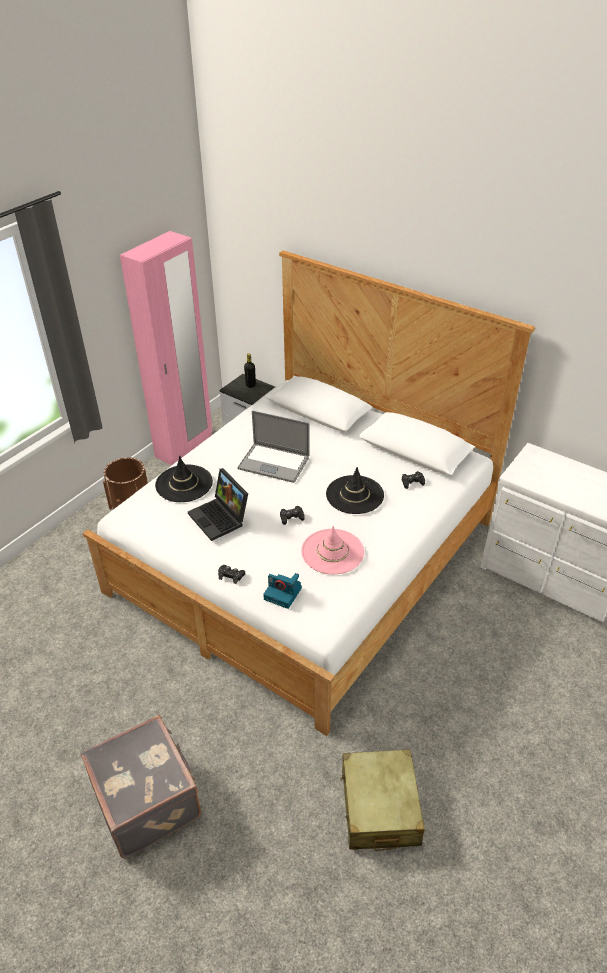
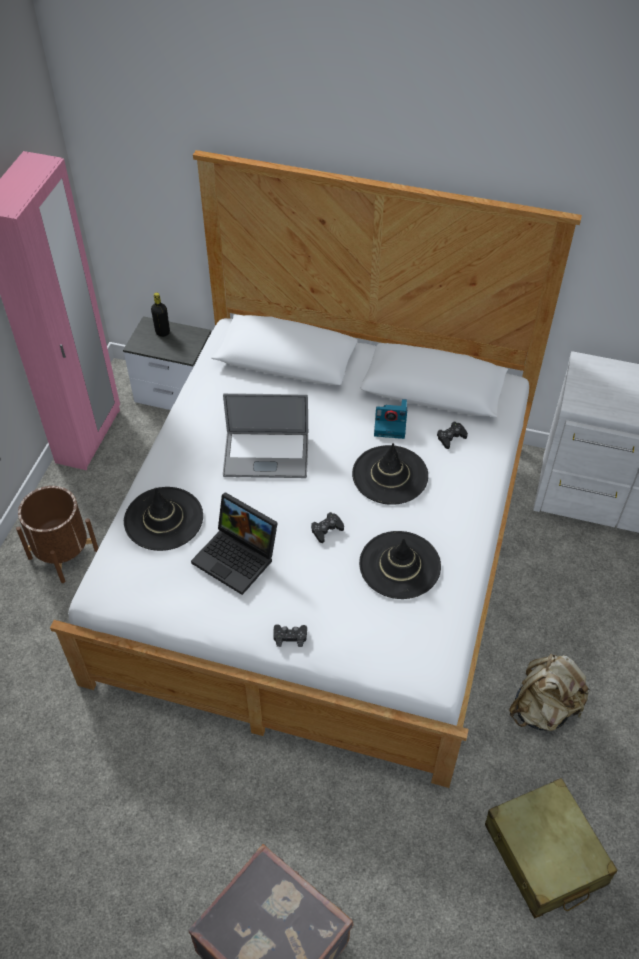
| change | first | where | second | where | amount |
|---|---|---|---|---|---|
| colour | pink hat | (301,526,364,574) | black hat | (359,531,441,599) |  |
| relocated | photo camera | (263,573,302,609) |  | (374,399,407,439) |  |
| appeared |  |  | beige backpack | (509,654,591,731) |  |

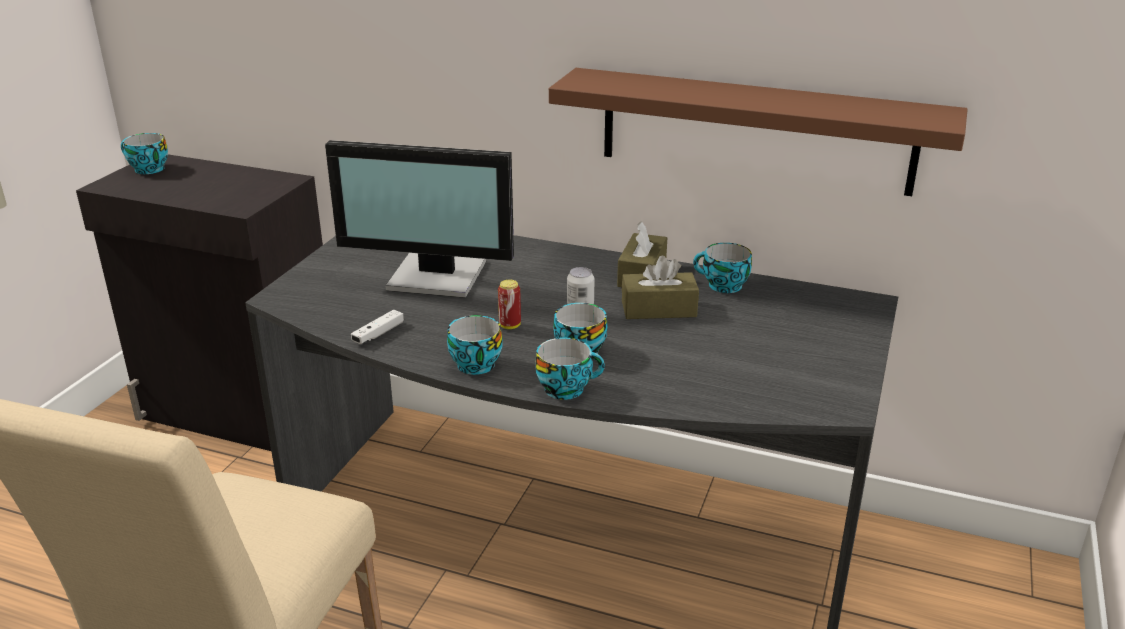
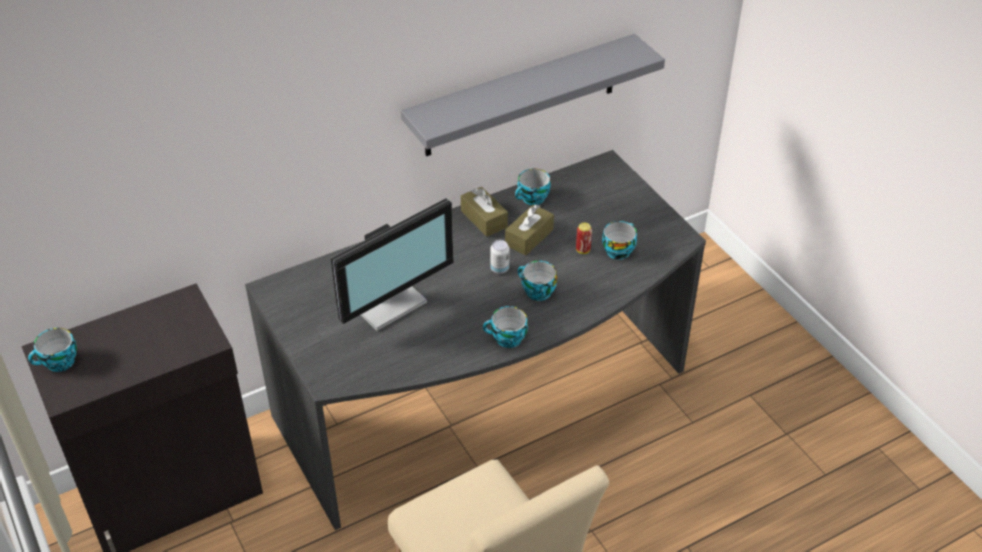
| change | first | where | second | where | amount |
|---|---|---|---|---|---|
| colour | brown shelf | (549,68,968,196) | grey shelf | (401,34,665,156) |  |
| relocated | can | (498,279,521,329) |  | (576,223,592,254) |  |
| missing | white game controller | (351,309,404,344) |  |  |  |
| relocated | cup | (535,338,605,400) |  | (602,221,637,260) |  |

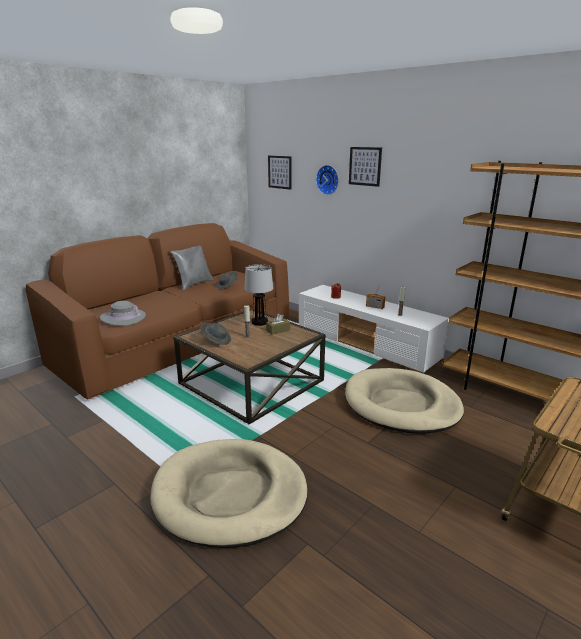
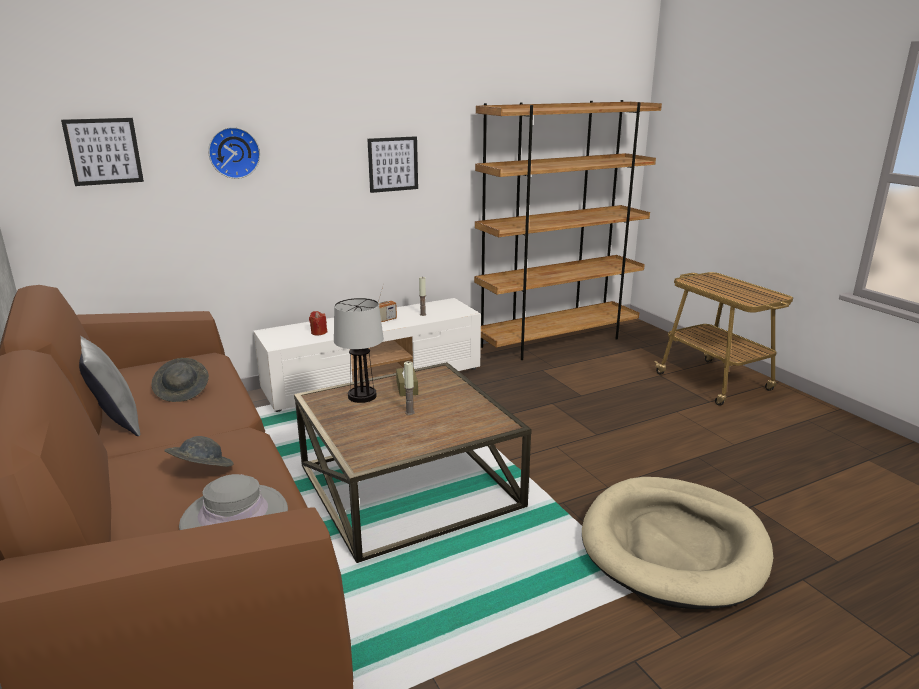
| change | first | where | second | where | amount |
|---|---|---|---|---|---|
| relocated | picture | (349,147,382,187) |  | (367,136,418,193) |  |
| relocated | grey hat | (200,323,231,345) |  | (165,436,234,467) |  |
| missing | beige dog bed | (345,368,464,434) |  |  |  |

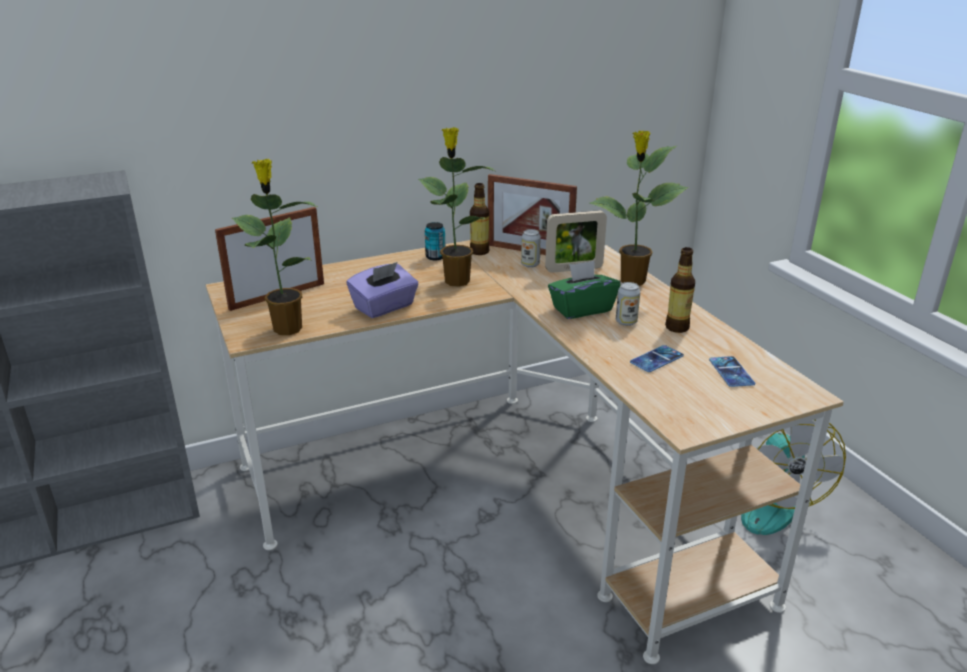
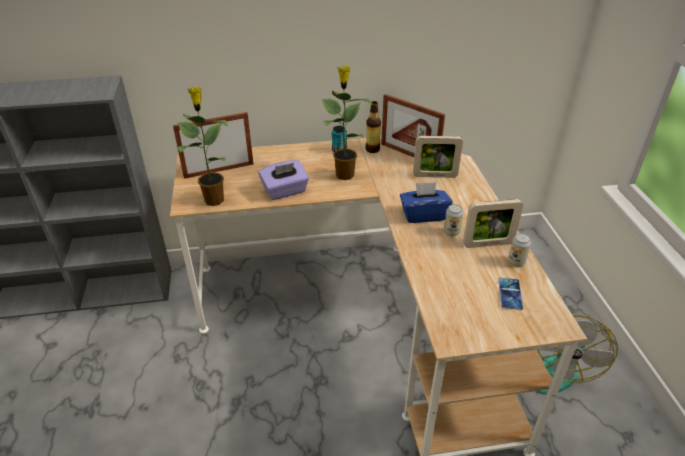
| change | first | where | second | where | amount |
|---|---|---|---|---|---|
| missing | potted plant | (589,130,688,286) |  |  |  |
| relocated | can | (521,229,541,268) |  | (508,233,531,267) |  |
| exchanged | bottle | (665,247,695,333) | picture frame | (463,199,523,248) |  |
| colour | green tissue box | (548,261,620,319) | blue tissue box | (400,182,453,223) |  |
| missing | phone | (630,345,684,372) |  |  |  |

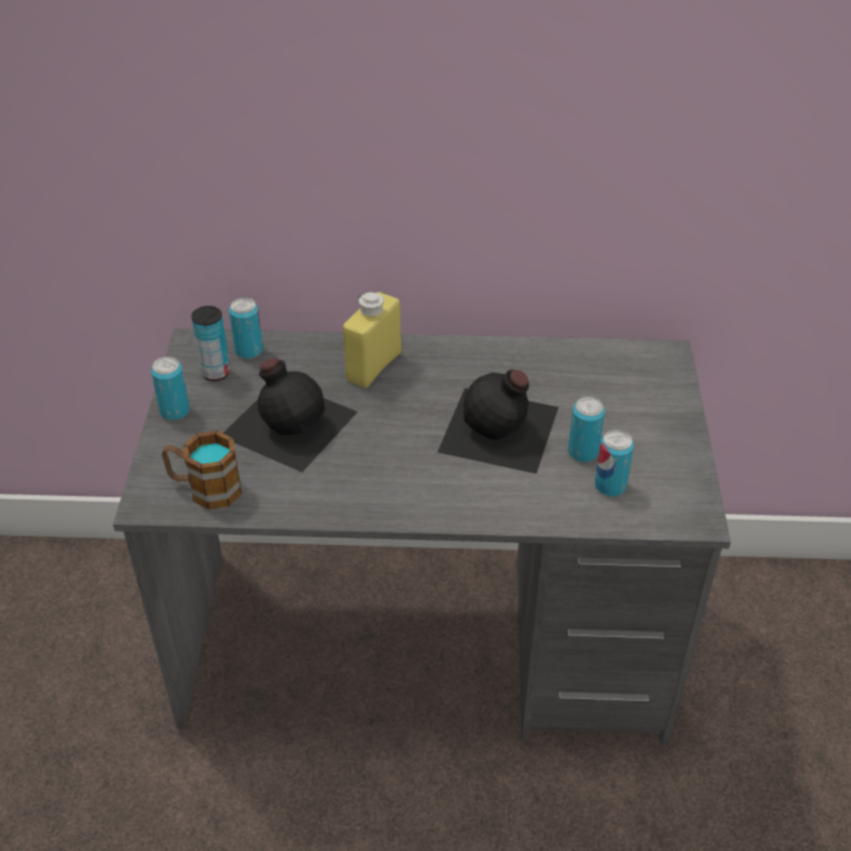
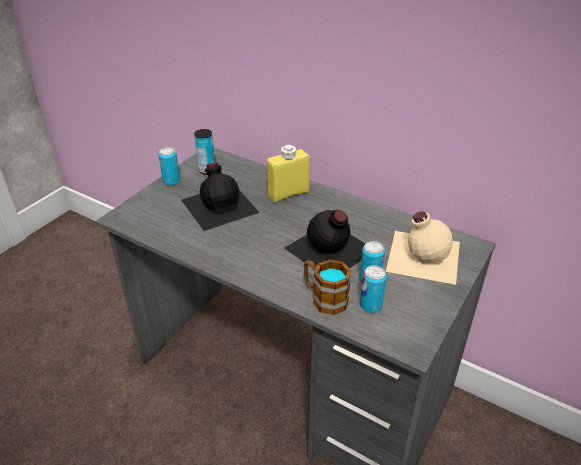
| change | first | where | second | where | amount |
|---|---|---|---|---|---|
| missing | can | (229,298,263,359) |  |  |  |
| relocated | mug | (162,431,242,510) |  | (304,259,351,315) |  |
| appeared |  |  | beige bottle | (386,211,460,285) |  |

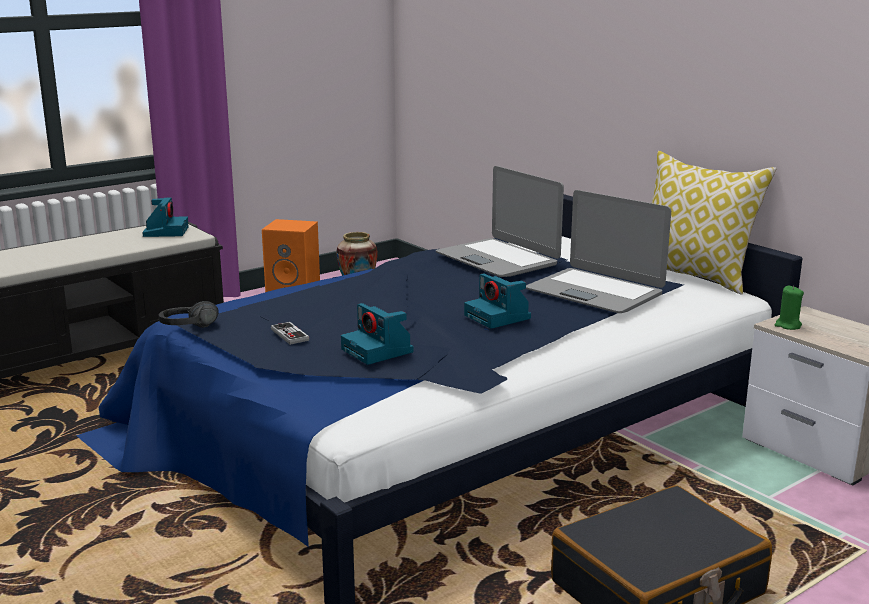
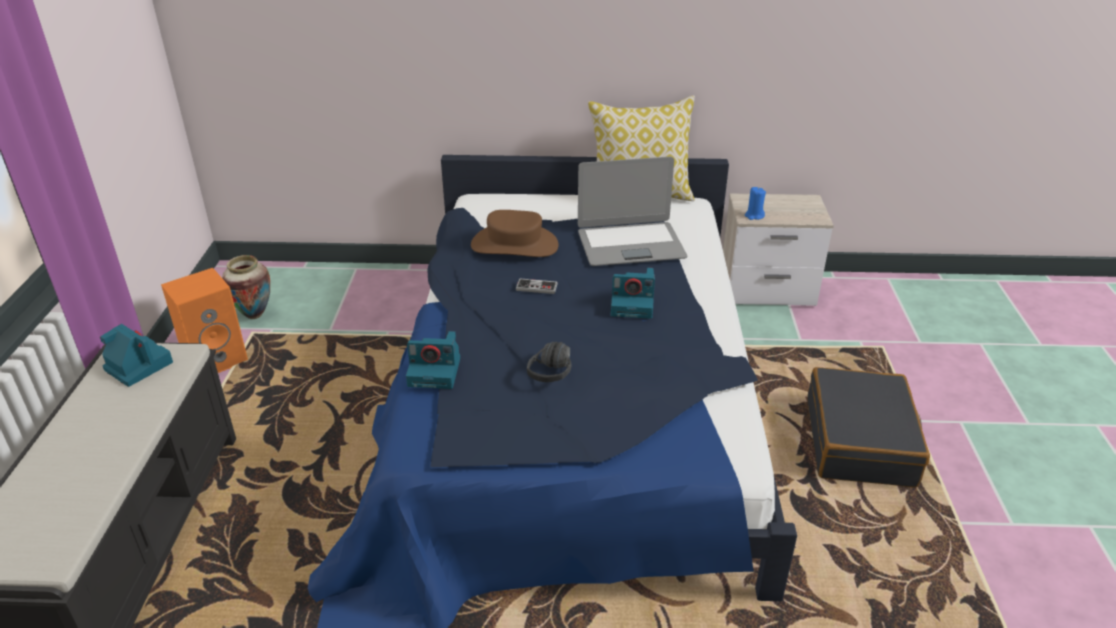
| change | first | where | second | where | amount |
|---|---|---|---|---|---|
| exchanged | laptop | (436,166,564,277) | brown hat | (471,210,559,257) |  |
| colour | green candle | (775,286,804,330) | blue candle | (745,187,766,220) |  |
| relocated | black headphones | (159,301,219,328) |  | (527,342,572,382) |  |
| relocated | photo camera | (341,303,414,365) |  | (406,331,460,389) |  |
| relocated | game controller | (271,322,309,345) |  | (516,278,558,294) |  |

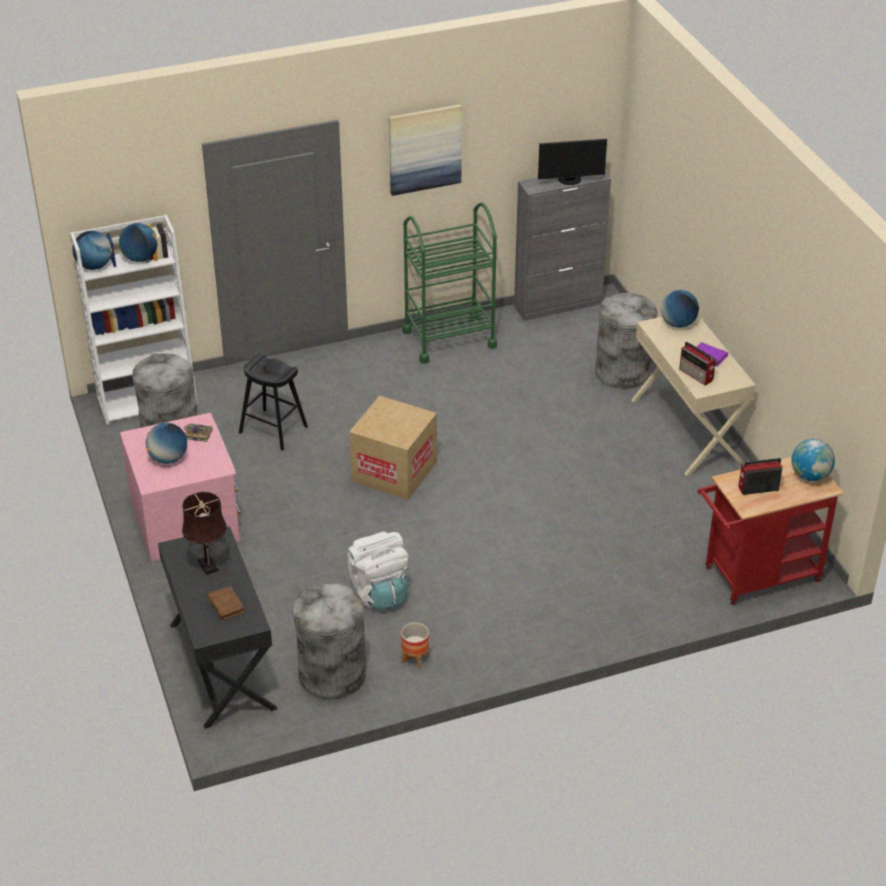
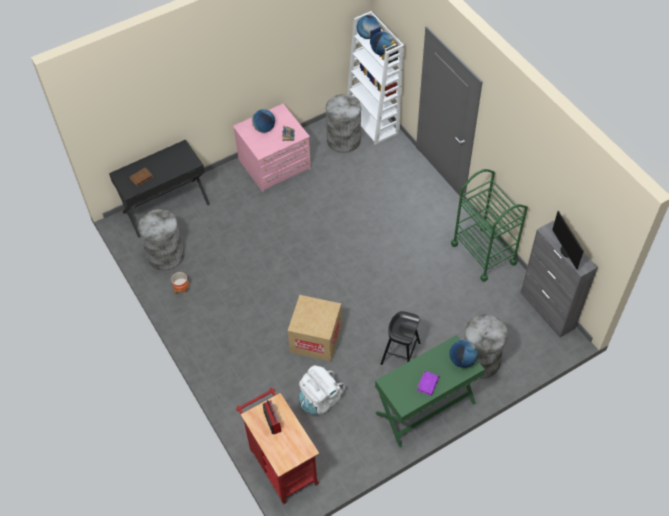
| change | first | where | second | where | amount |
|---|---|---|---|---|---|
| missing | picture | (389,104,462,196) |  |  |  |
| colour | beige desk | (631,315,756,476) | green desk | (375,335,485,448) |  |
| missing | radio | (679,342,716,386) |  |  |  |
| relocated | black stool | (239,354,308,450) |  | (381,311,420,365) |  |
| relocated | cardboard box | (349,396,437,500) |  | (288,295,342,362) |  |
| missing | globe | (792,439,835,481) |  |  |  |
| missing | brown table lamp | (182,492,227,575) |  |  |  |
| relocated | white backpack | (347,531,408,610) |  | (299,365,346,415) |  |

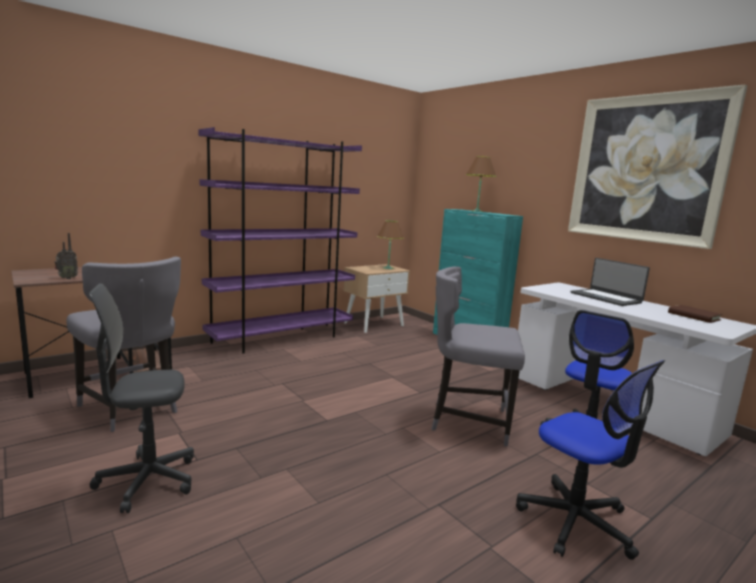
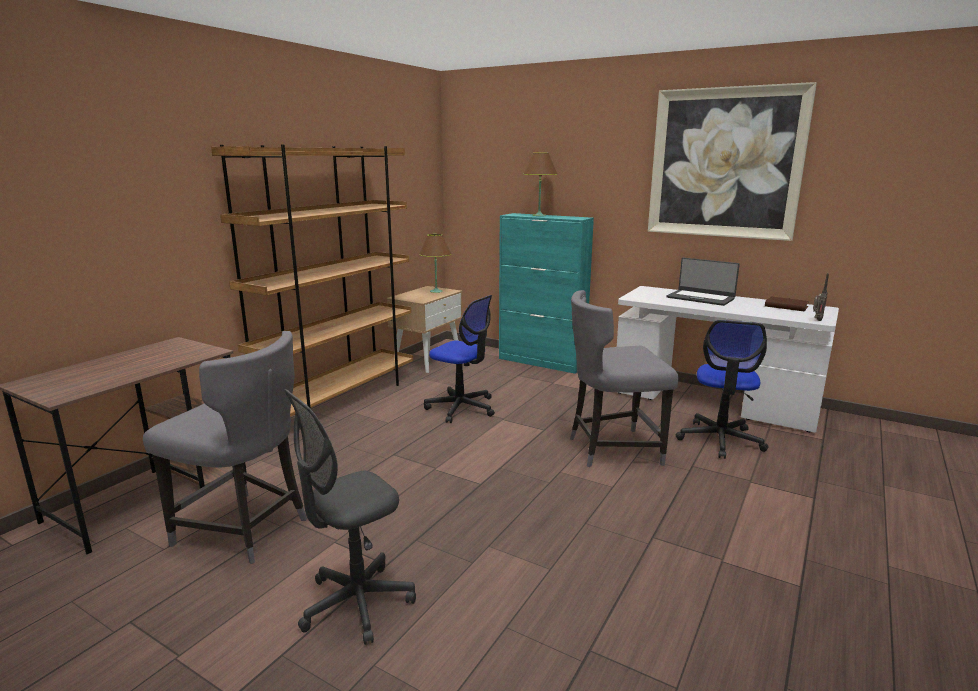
| change | first | where | second | where | amount |
|---|---|---|---|---|---|
| colour | purple bookcase | (199,127,362,353) | brown bookcase | (211,145,413,417) |  |
| relocated | radio | (54,233,78,279) |  | (813,273,829,321) |  |
| relocated | office chair | (516,360,666,560) |  | (424,295,495,423) |  |

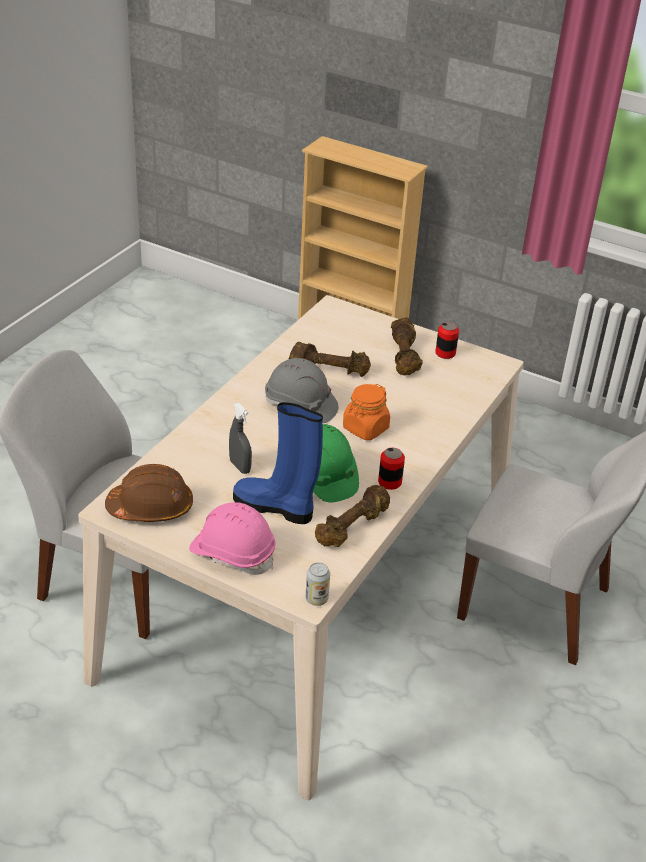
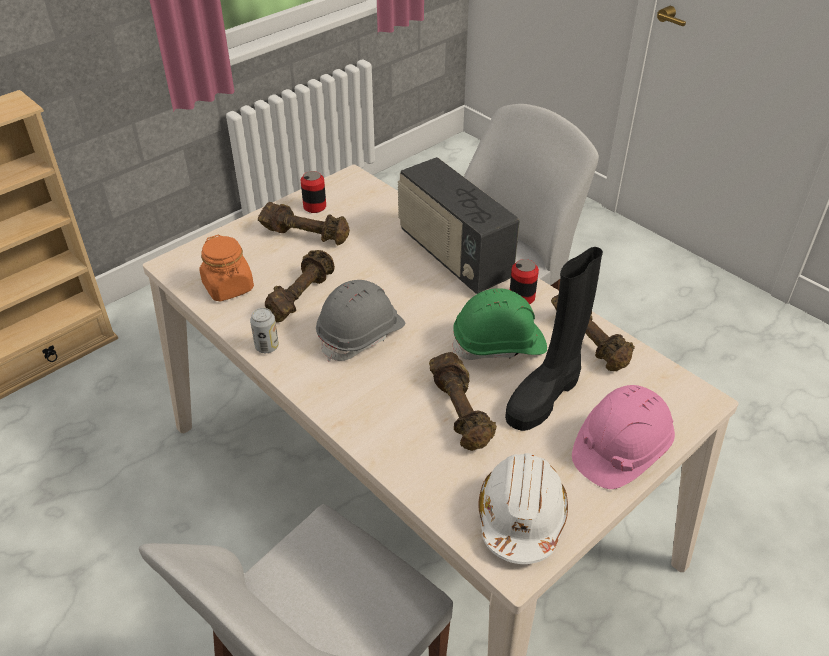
| change | first | where | second | where | amount |
|---|---|---|---|---|---|
| relocated | orange jar | (343,384,390,440) |  | (199,234,254,302) |  |
| colour | blue boot | (233,402,323,524) | black boot | (505,247,603,431) |  |
| exchanged | grey spray bottle | (229,403,252,474) | brown dumbbell | (429,352,497,451) |  |
| colour | brown hard hat | (105,464,193,522) | white hard hat | (478,453,568,564) |  |
| relocated | can | (306,562,330,606) |  | (250,308,279,353) |  |
| appeared |  |  | radio | (398,157,520,294) |  |

